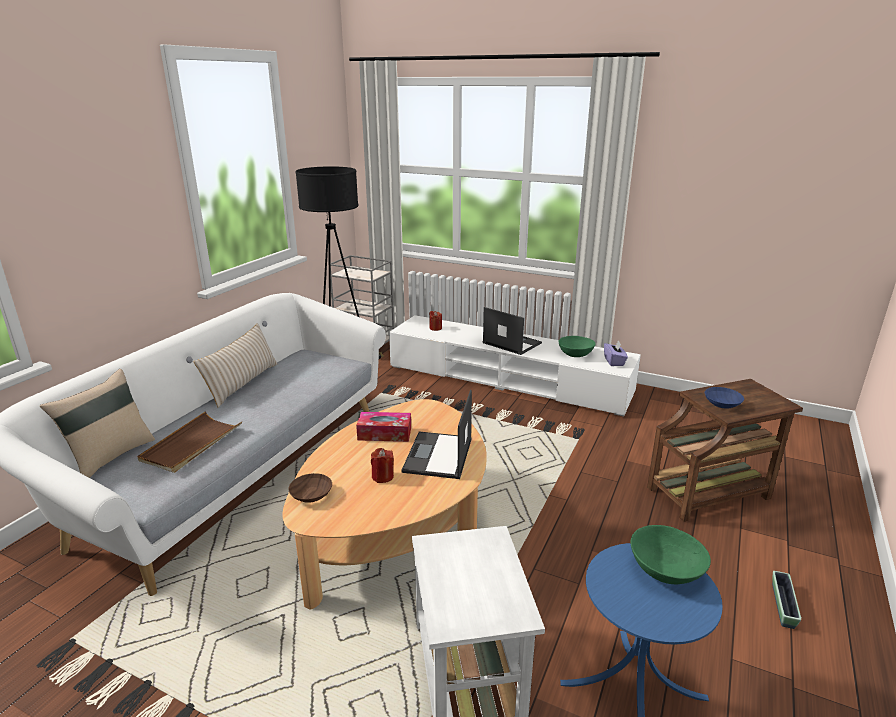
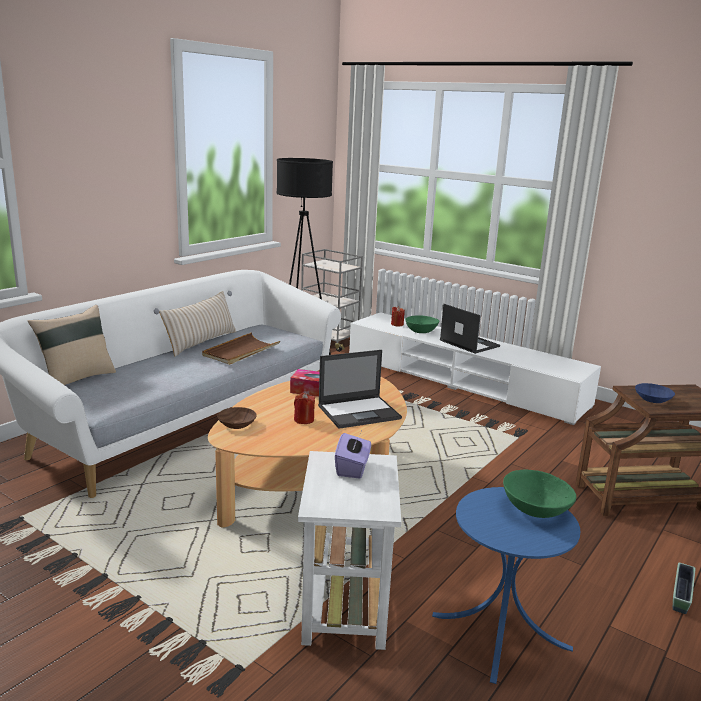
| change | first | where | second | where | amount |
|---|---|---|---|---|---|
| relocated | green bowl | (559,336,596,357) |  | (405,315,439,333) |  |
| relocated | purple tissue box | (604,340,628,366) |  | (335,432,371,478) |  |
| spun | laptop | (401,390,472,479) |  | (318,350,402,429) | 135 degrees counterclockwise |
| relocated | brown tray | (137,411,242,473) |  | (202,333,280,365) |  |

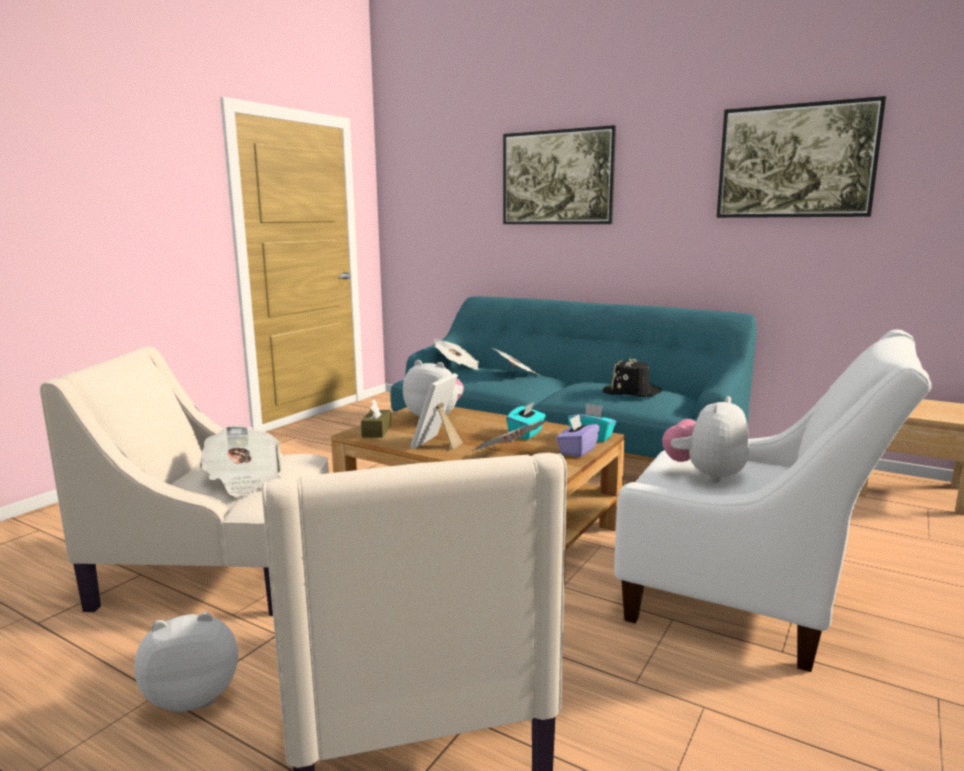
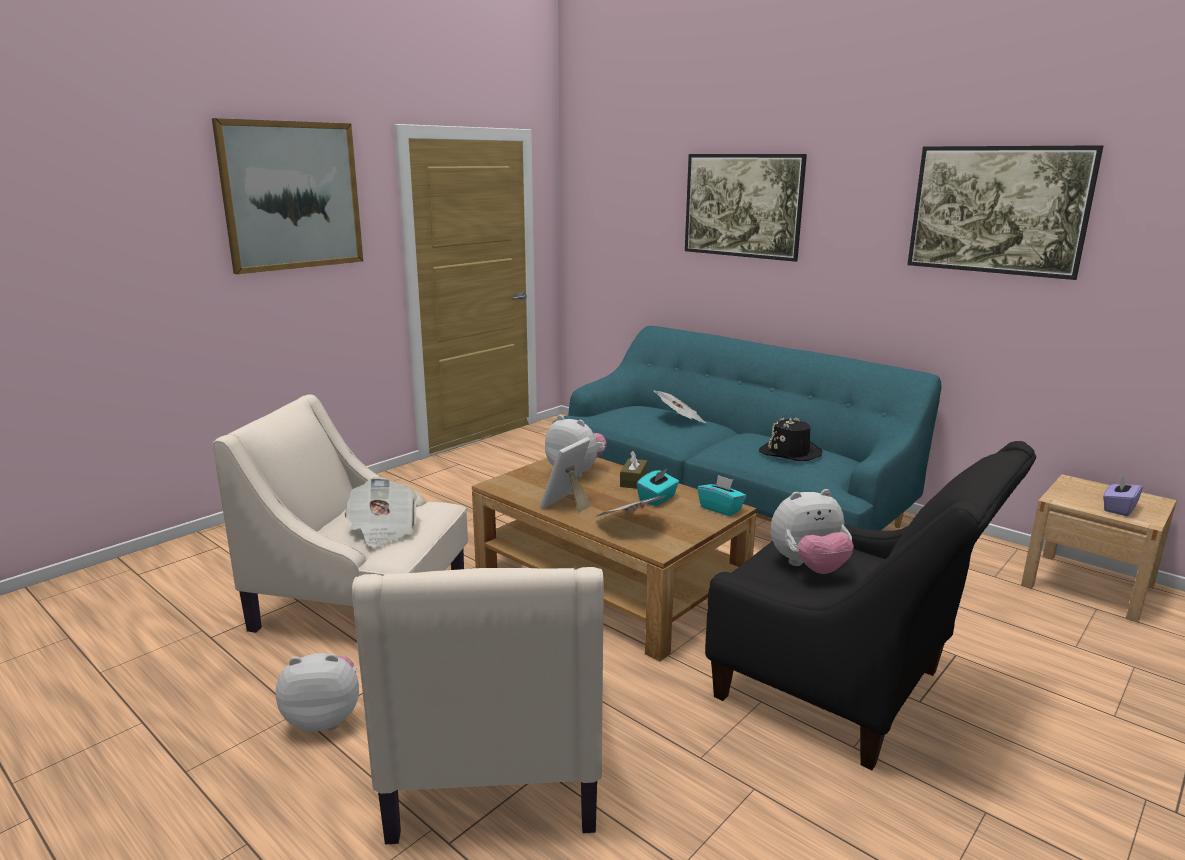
| change | first | where | second | where | amount |
|---|---|---|---|---|---|
| colour | white armchair | (614,329,932,672) | black armchair | (705,441,1036,770) |  |
| missing | newspaper | (434,339,479,370) |  |  |  |
| spun | plush toy | (662,396,749,483) |  | (771,489,854,574) | 150 degrees counterclockwise |
| relocated | brown tissue box | (361,399,391,438) |  | (620,451,647,489) |  |
| relocated | purple tissue box | (556,415,600,457) |  | (1103,475,1143,516) |  |
| appeared |  |  | picture | (212,118,363,274) |  |

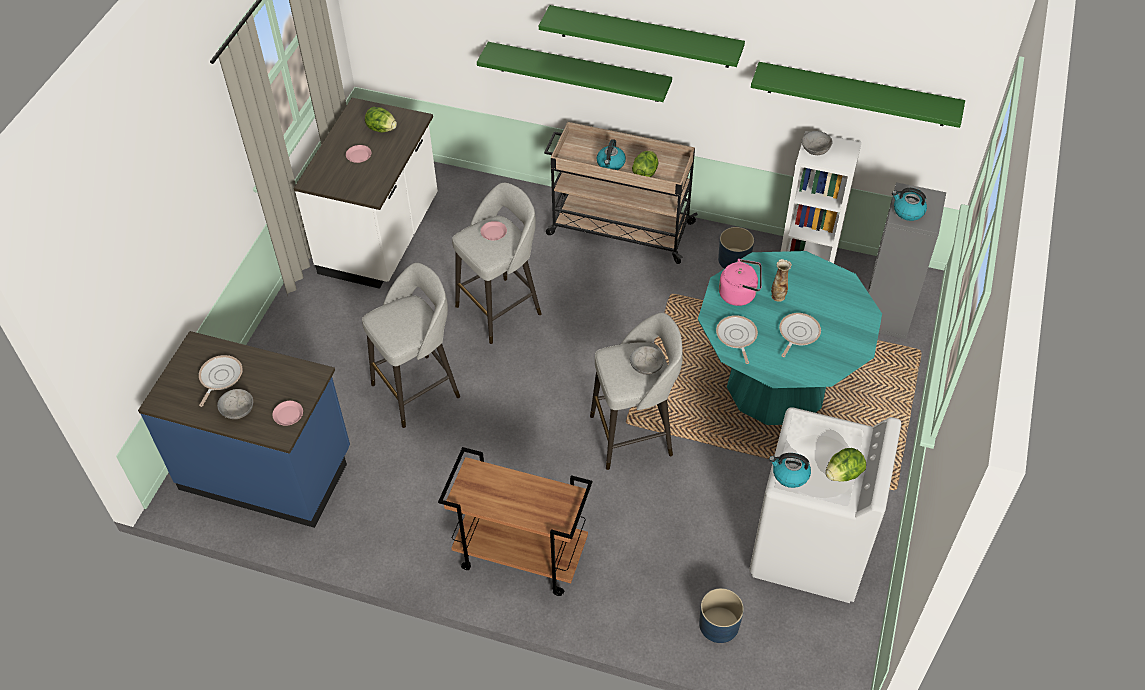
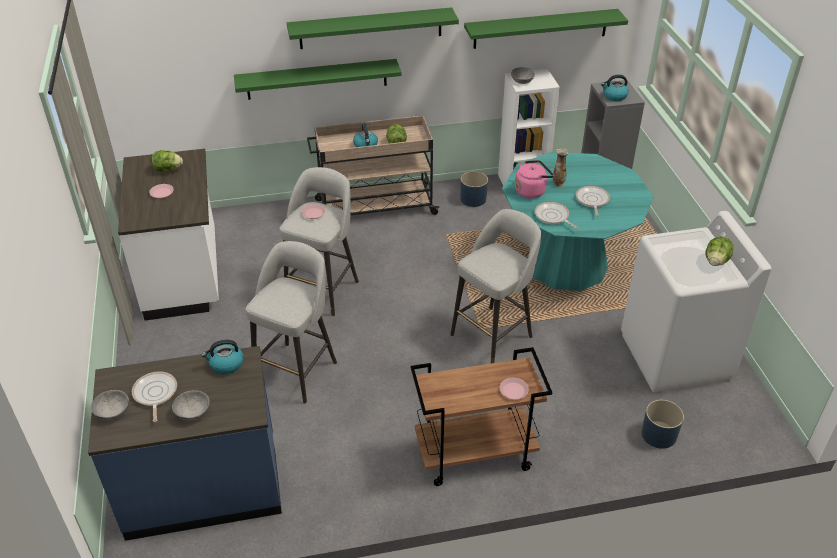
| change | first | where | second | where | amount |
|---|---|---|---|---|---|
| relocated | grey bowl | (630,346,664,375) |  | (91,390,129,420) |  |
| relocated | pink plate | (272,401,303,426) |  | (500,378,529,400) |  |
| relocated | kettle | (769,453,811,488) |  | (201,340,243,374) |  |

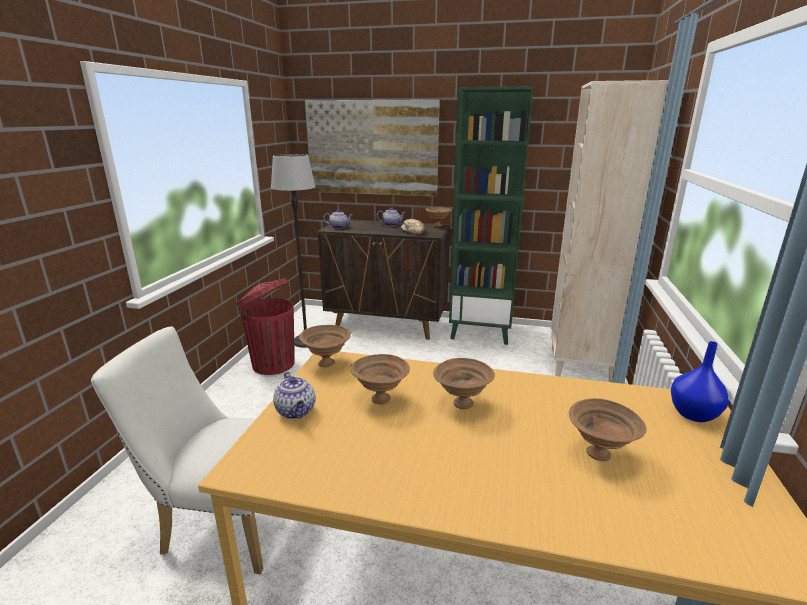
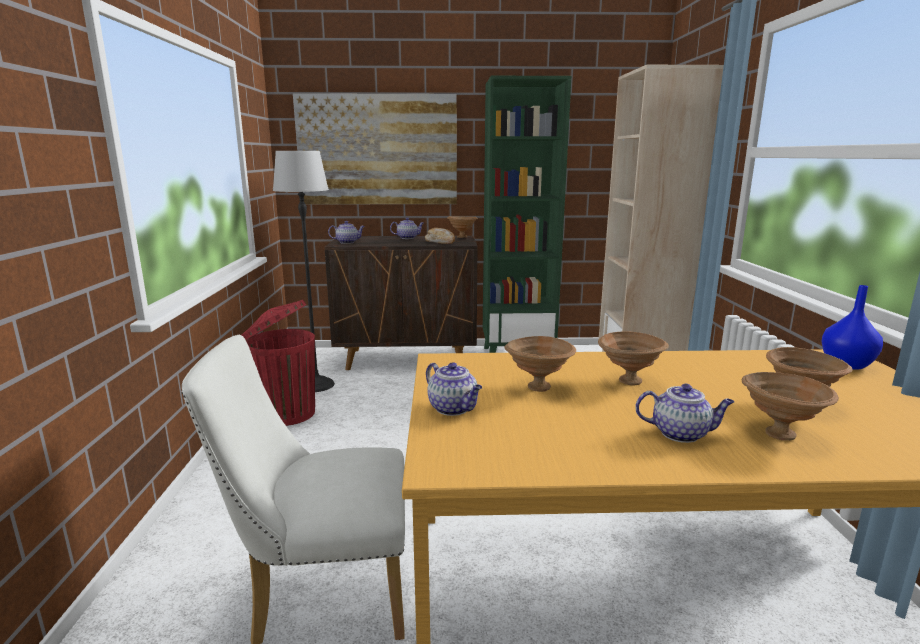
| change | first | where | second | where | amount |
|---|---|---|---|---|---|
| relocated | brown bowl | (299,325,351,368) |  | (742,372,839,441) |  |
| appeared |  |  | teapot | (635,384,734,443) |  |

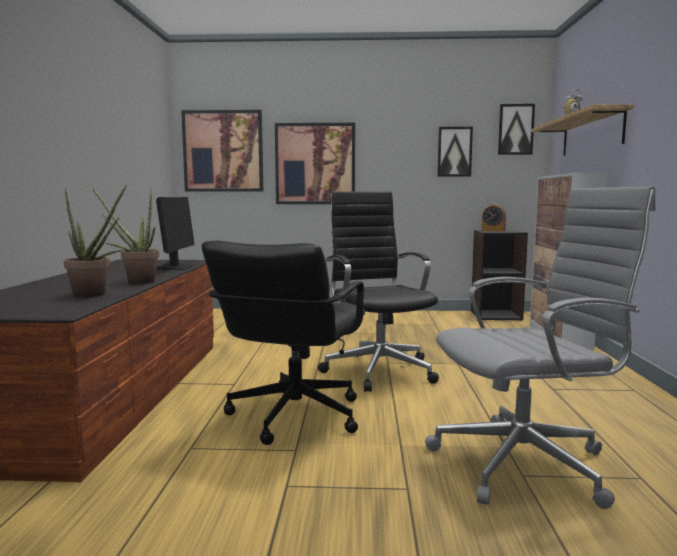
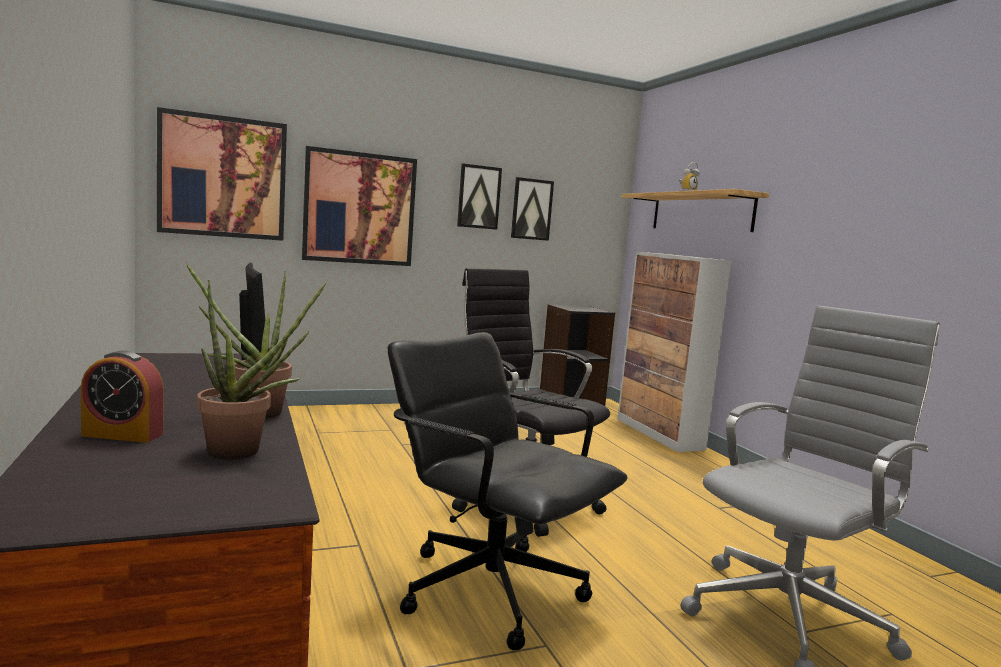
| change | first | where | second | where | amount |
|---|---|---|---|---|---|
| relocated | picture | (498,104,535,155) |  | (457,163,502,230) |  |
| relocated | alarm clock | (482,204,506,232) |  | (81,350,163,443) |  |
| spun | black office chair | (201,241,365,445) |  | (388,332,628,650) | 135 degrees clockwise |

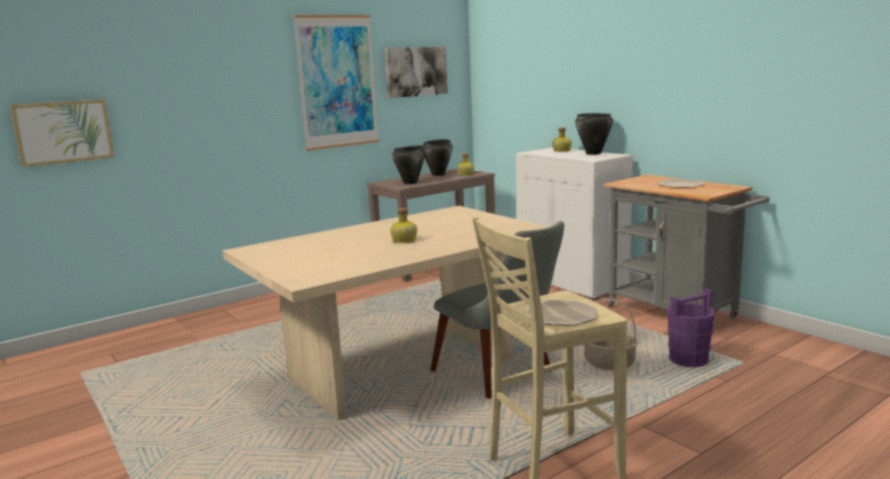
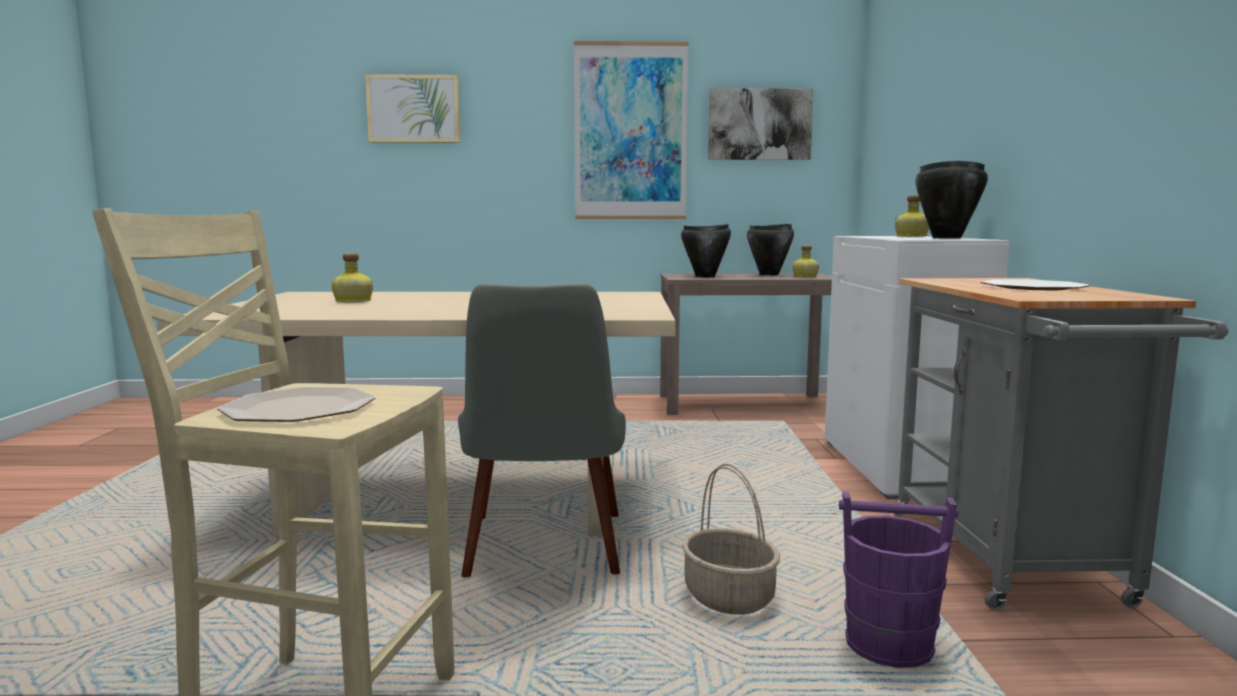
| change | first | where | second | where | amount |
|---|---|---|---|---|---|
| relocated | picture | (10,99,114,167) |  | (365,74,460,143) |  |
| relocated | bottle | (390,208,417,243) |  | (332,253,373,302) |  |

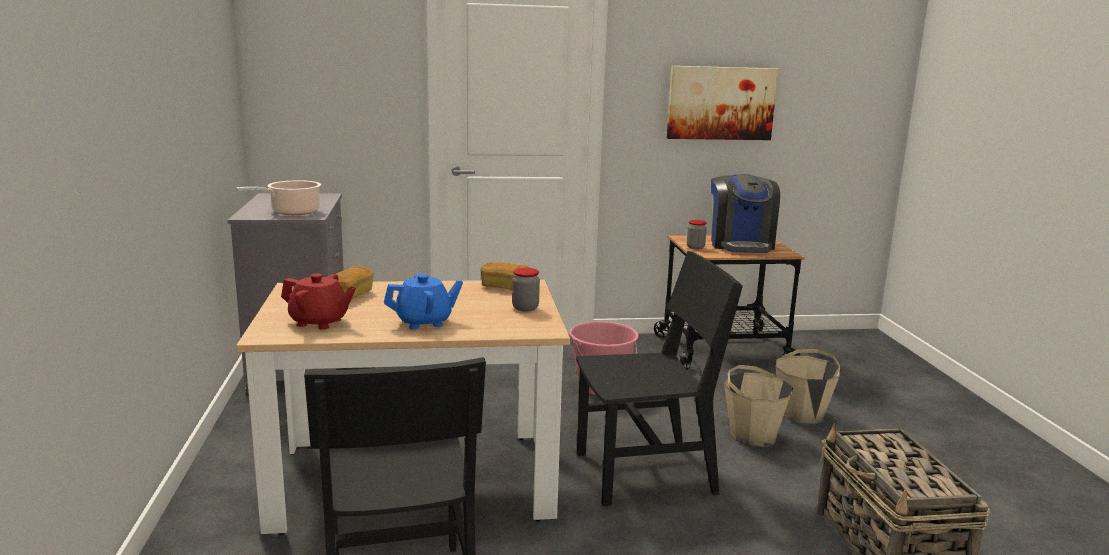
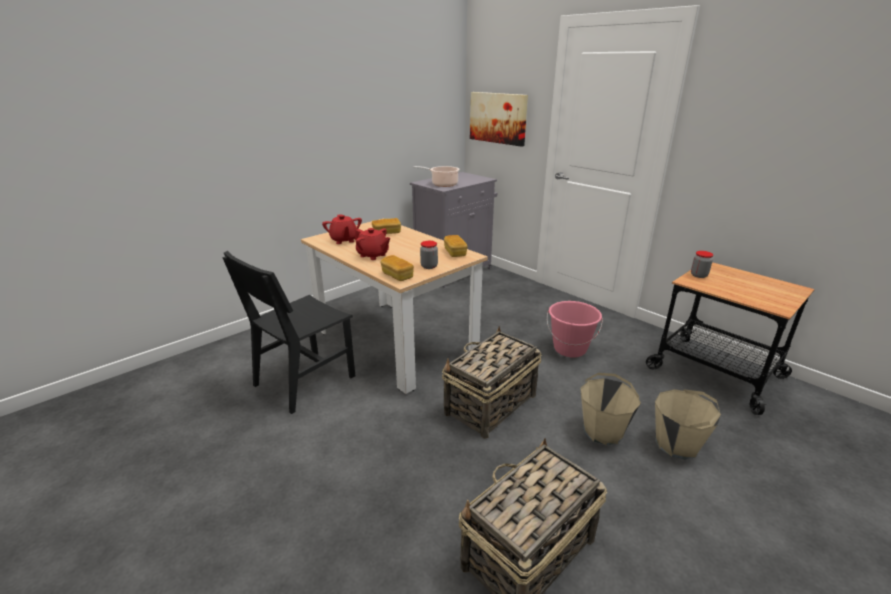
| change | first | where | second | where | amount |
|---|---|---|---|---|---|
| relocated | picture | (667,66,778,140) |  | (470,92,528,147) |  |
| missing | coffee machine | (711,174,780,253) |  |  |  |
| exchanged | black chair | (576,251,743,506) | basket | (442,326,542,439) |  |
| colour | blue teapot | (384,274,463,329) | red teapot | (355,228,390,260) |  |
| appeared |  |  | bread | (380,255,414,281) |  |

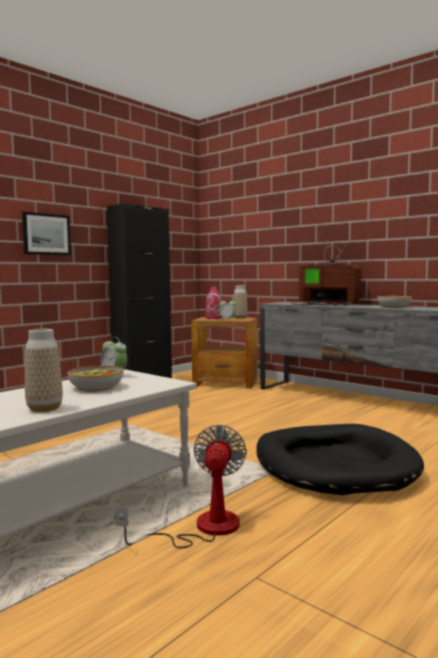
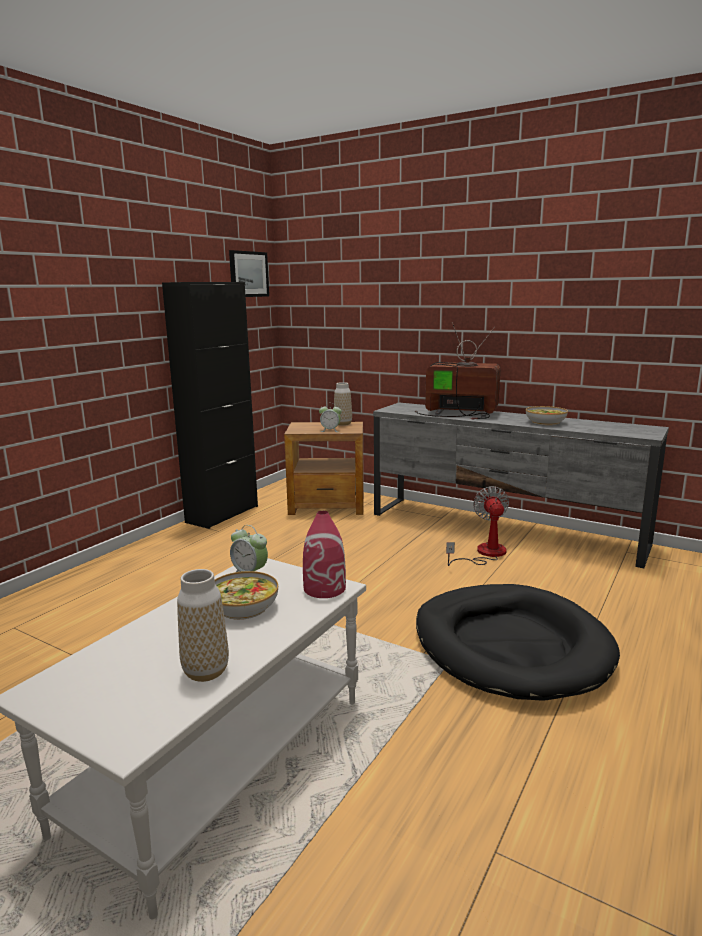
| change | first | where | second | where | amount |
|---|---|---|---|---|---|
| relocated | picture | (22,212,71,255) |  | (229,250,269,297) |  |
| relocated | red vase | (206,287,222,319) |  | (303,511,346,598) |  |
| relocated | fan | (115,425,247,548) |  | (446,486,509,566) |  |

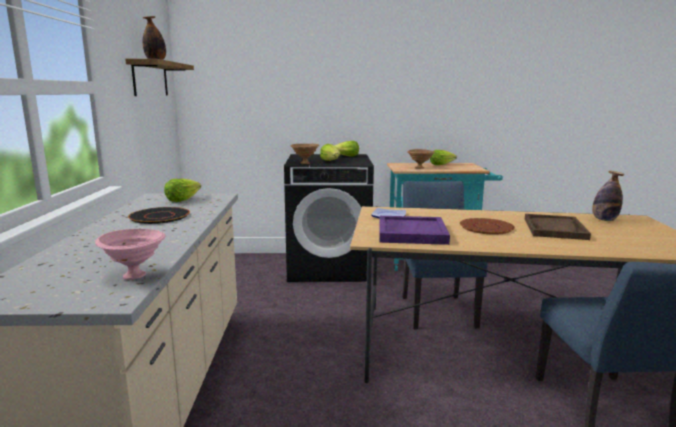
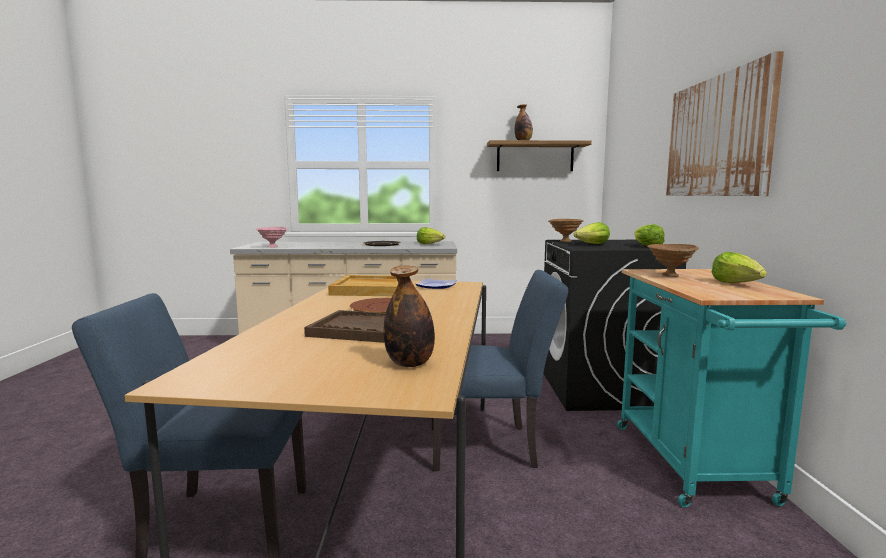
| change | first | where | second | where | amount |
|---|---|---|---|---|---|
| colour | purple tray | (379,216,450,245) | beige tray | (328,275,398,296) |  |
| appeared |  |  | picture | (666,51,784,196) |  |

